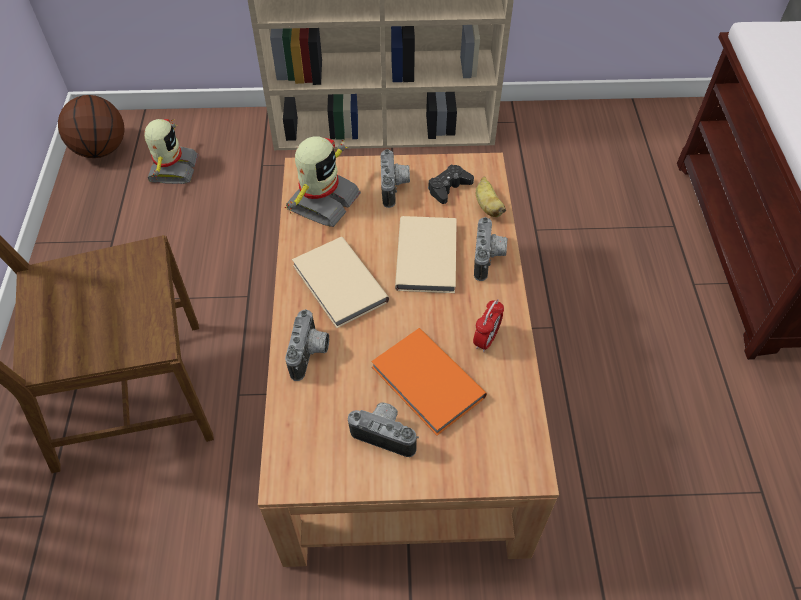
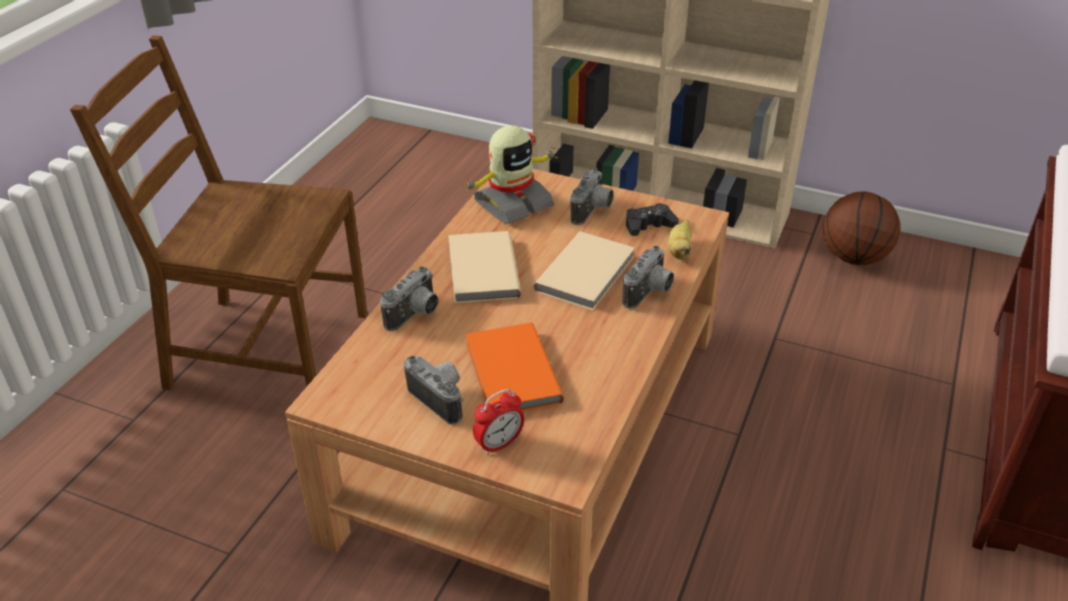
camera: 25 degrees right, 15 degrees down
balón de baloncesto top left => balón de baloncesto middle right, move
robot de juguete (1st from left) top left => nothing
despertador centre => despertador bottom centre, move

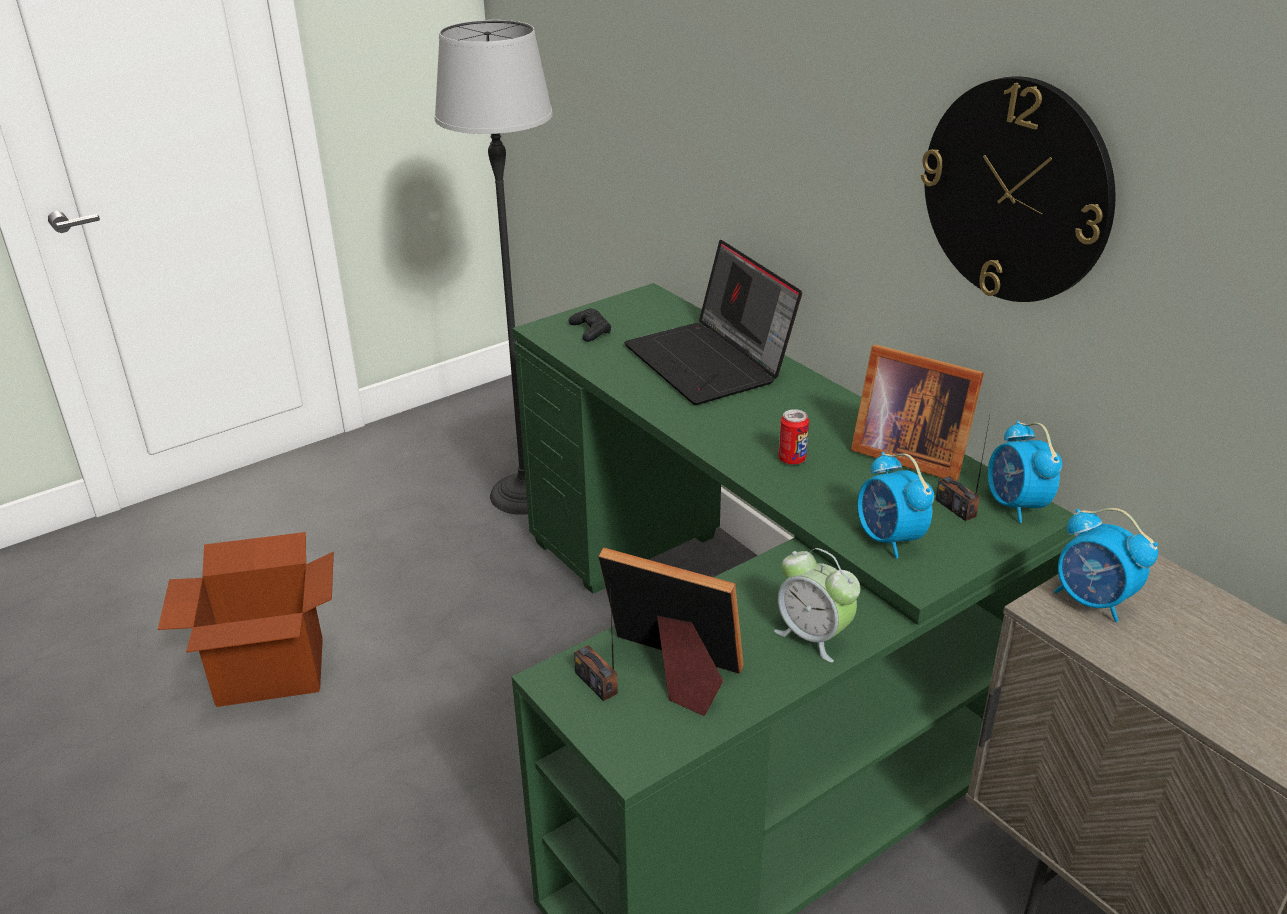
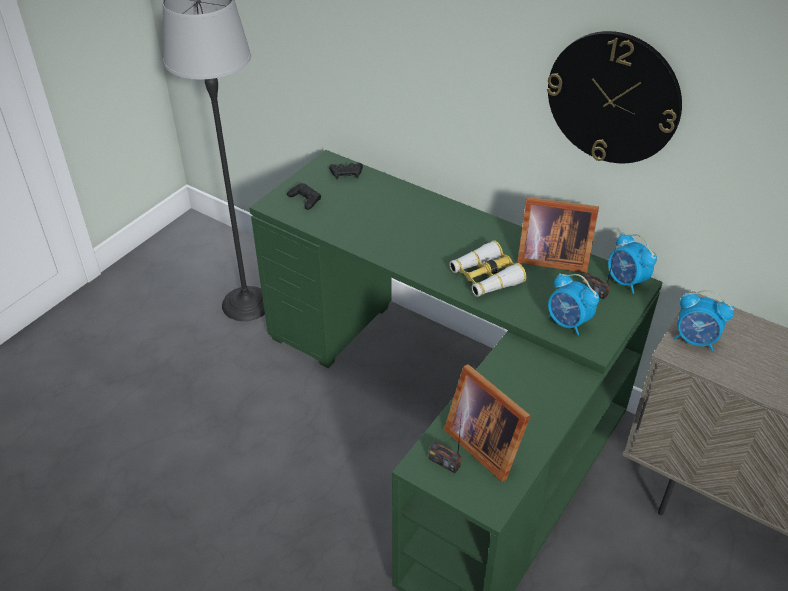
camera: 20 degrees left, 10 degrees up
portátil centre => nothing
lata centre => prismáticos centre
caja de cartón bottom left => nothing
portarretratos (1st from left) bottom centre, 135 degrees counterclockwise
despertador (1st from left) centre => nothing
nothing => mando de consola/negro (2nd from left) top centre

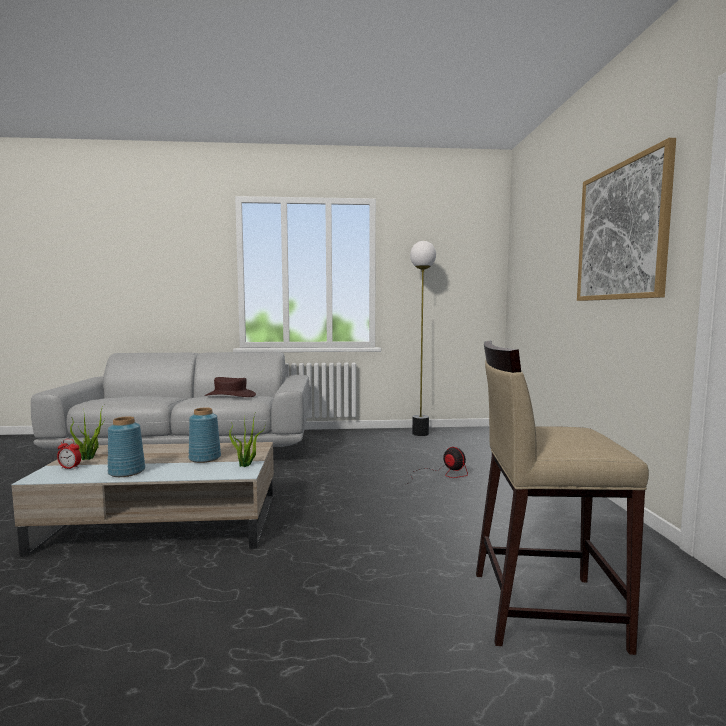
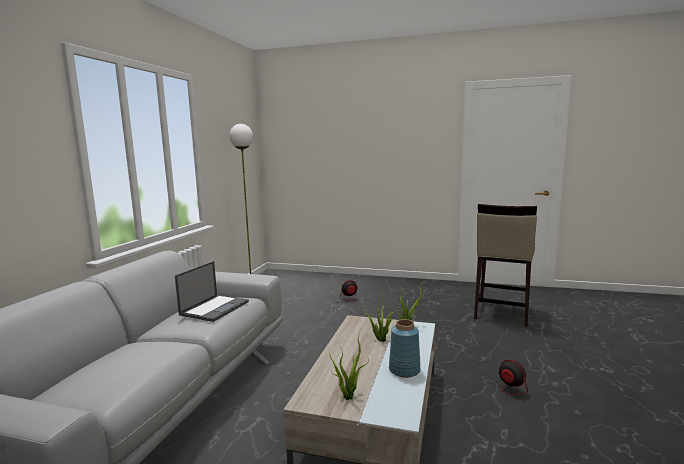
camera: 70 degrees left, 5 degrees up
cuadro top right => nothing
sombrero/marrón middle left => portátil middle left
florero/azul (2nd from left) middle left => planta en maceta (2nd from left) bottom centre
despertador middle left => nothing
nothing => ventilador (2nd from left) bottom right

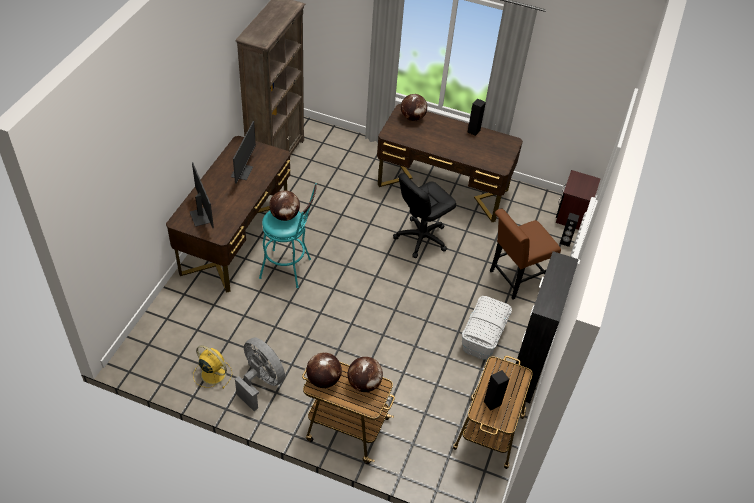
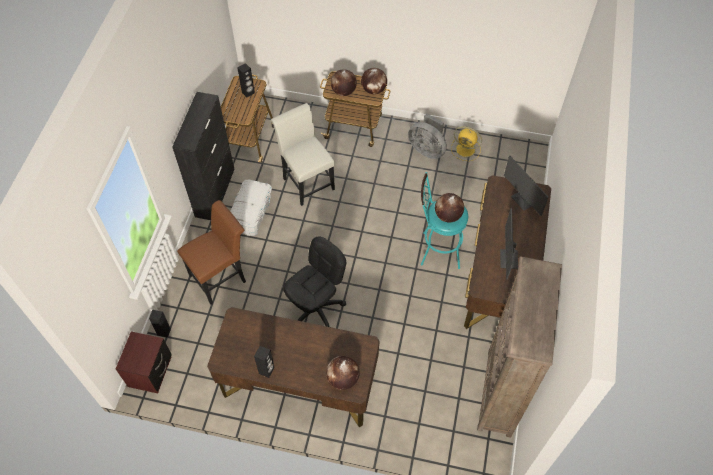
camera: 175 degrees right, 10 degrees up
nothing => silla/blanco top centre

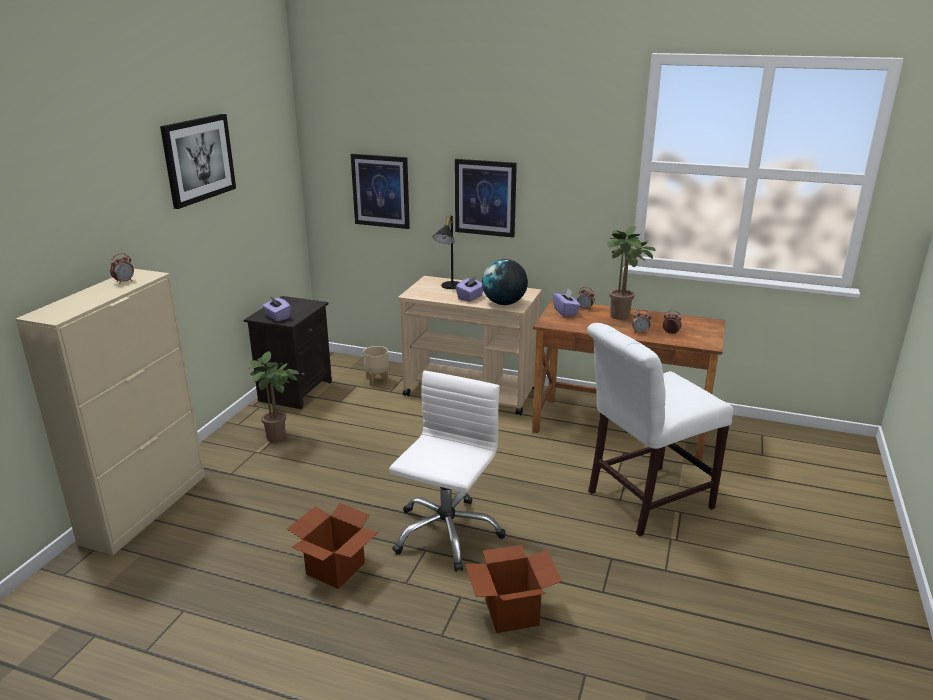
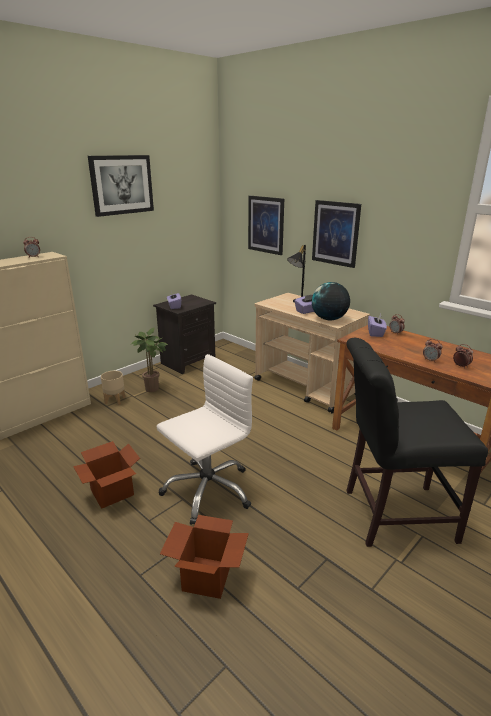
camera: 25 degrees right, 0 degrees up
planta en maceta (2nd from left) middle right => nothing
silla/blanco middle right => silla/negro middle right
maceta/beis centre => maceta/beis middle left, move

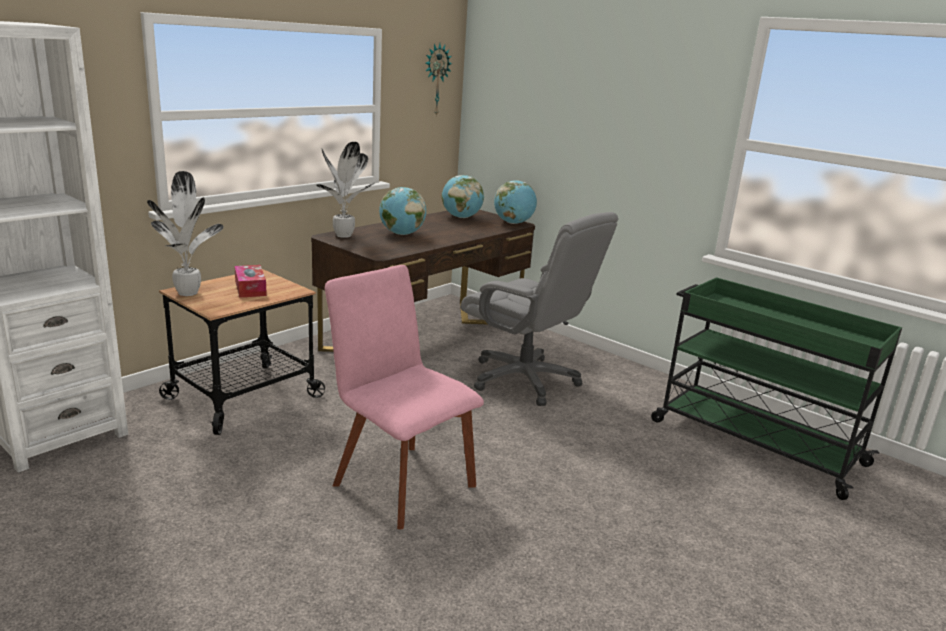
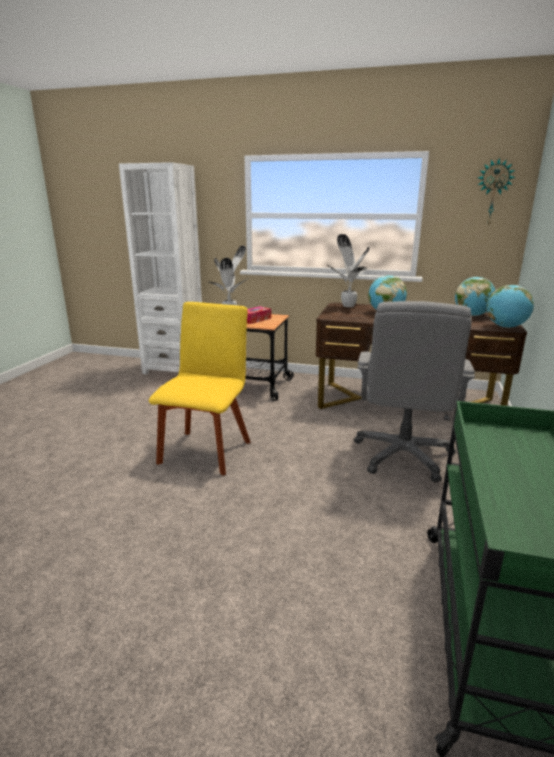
camera: 65 degrees right, 0 degrees up
silla/rosa centre => silla/amarillo centre

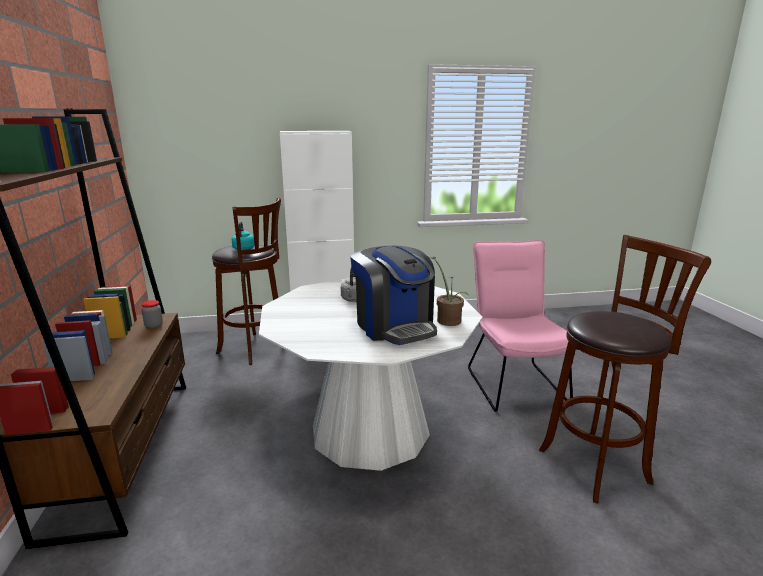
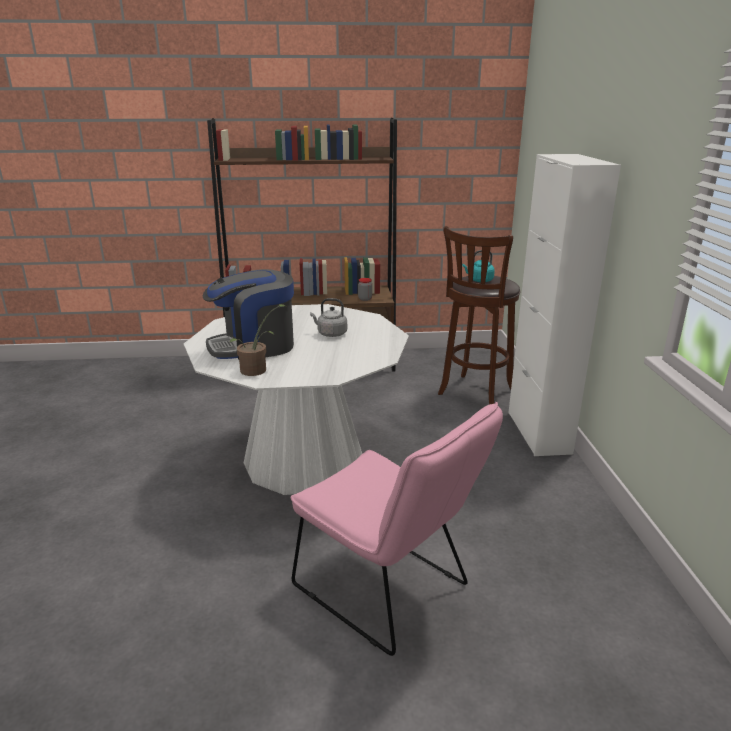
camera: 95 degrees right, 5 degrees up
taburete/marrón (2nd from left) middle right => nothing
silla/rosa middle right => silla/rosa bottom centre, 45 degrees clockwise

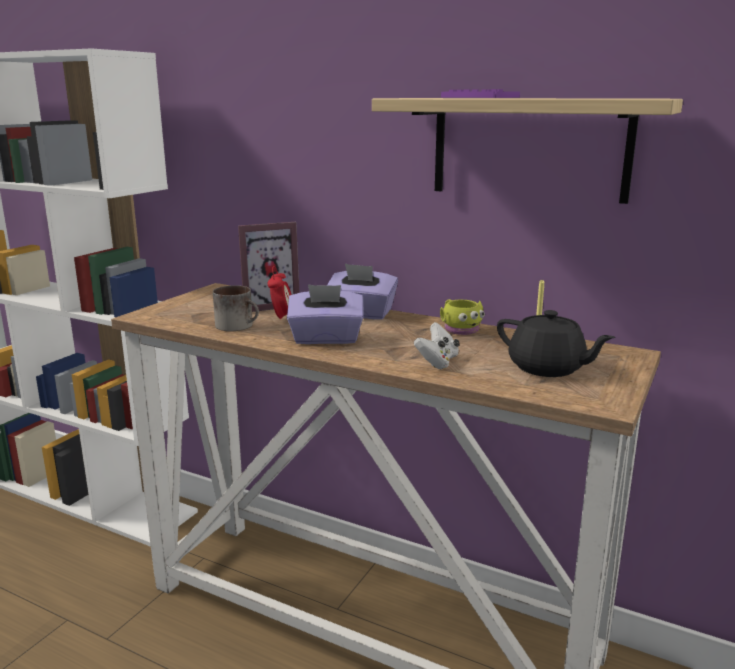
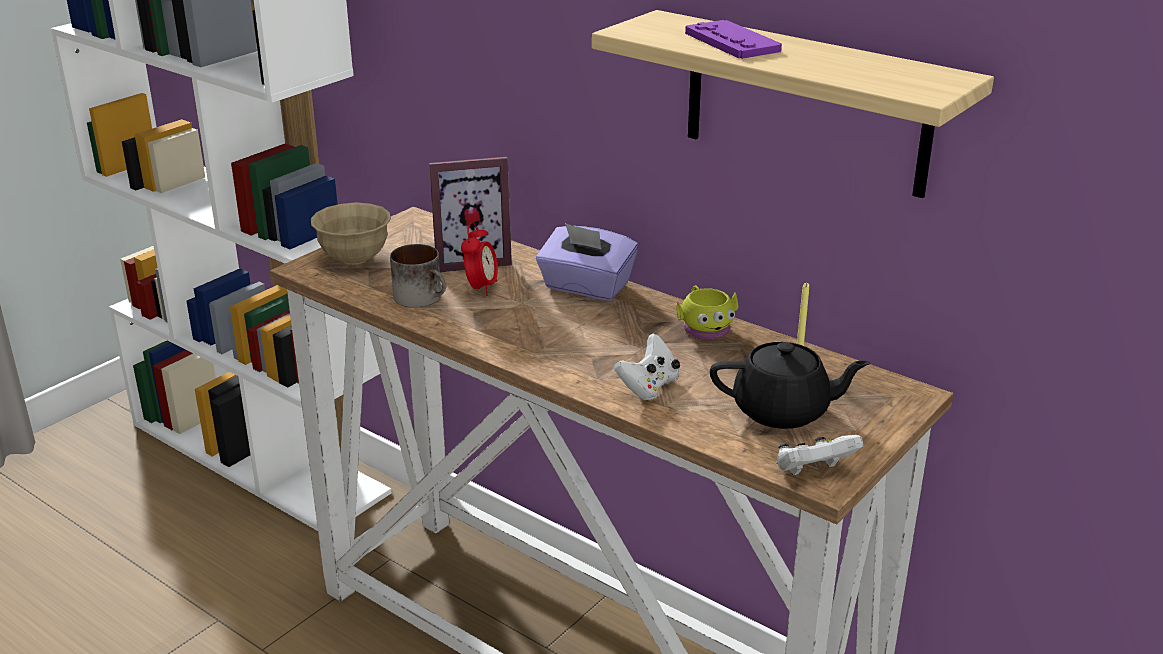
camera: 10 degrees right, 10 degrees up
caja de pañuelos/morado (1st from left) centre => nothing
tetera/negro middle right, 45 degrees counterclockwise
nothing => cuenco/beis middle left
nothing => mando de consola/blanco (2nd from left) bottom right

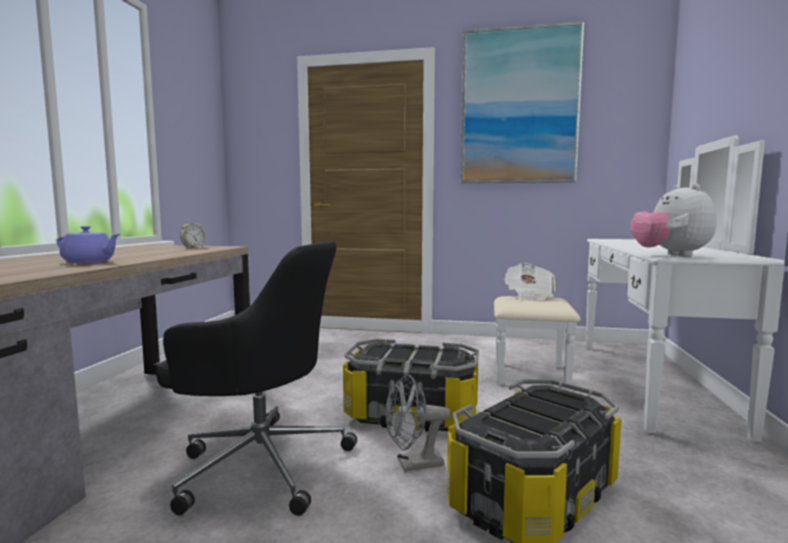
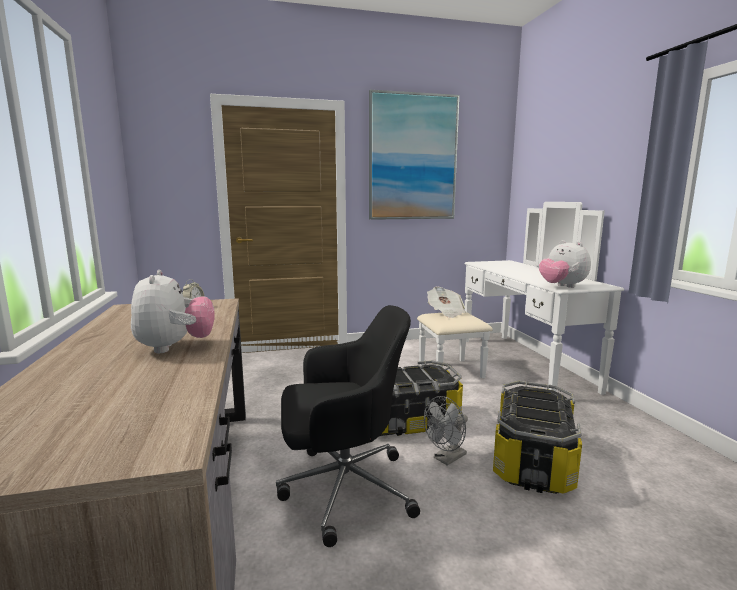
camera: 25 degrees left, 5 degrees up
tetera/morado middle left => peluche (1st from left) middle left

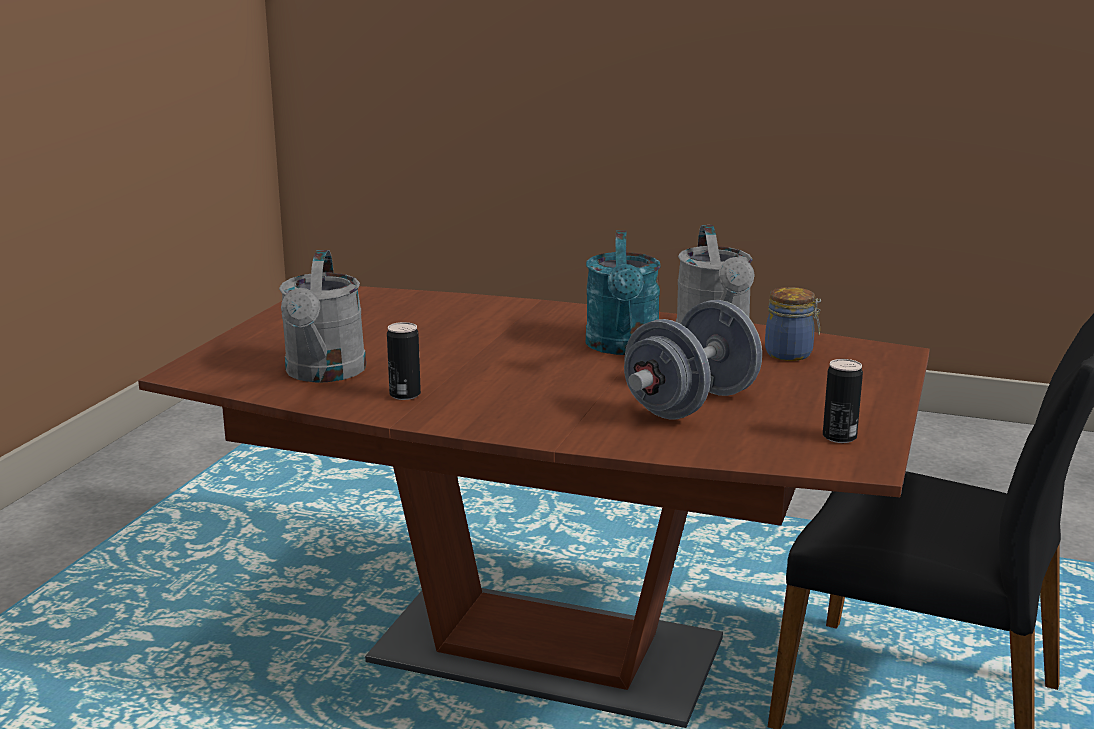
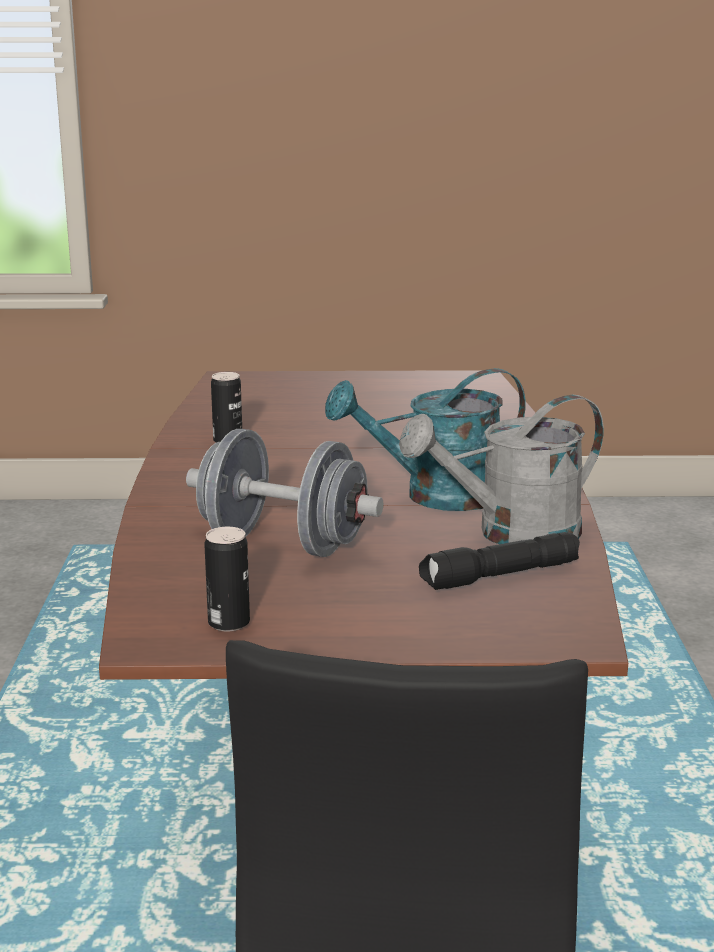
camera: 70 degrees right, 0 degrees up
regadera/gris (1st from left) middle left => nothing
tarro middle right => linterna/negro middle right

